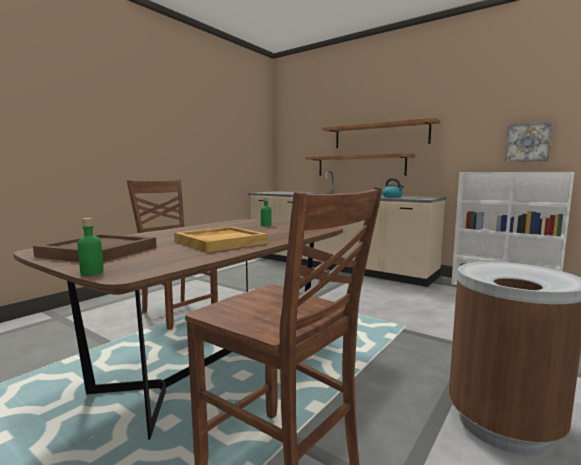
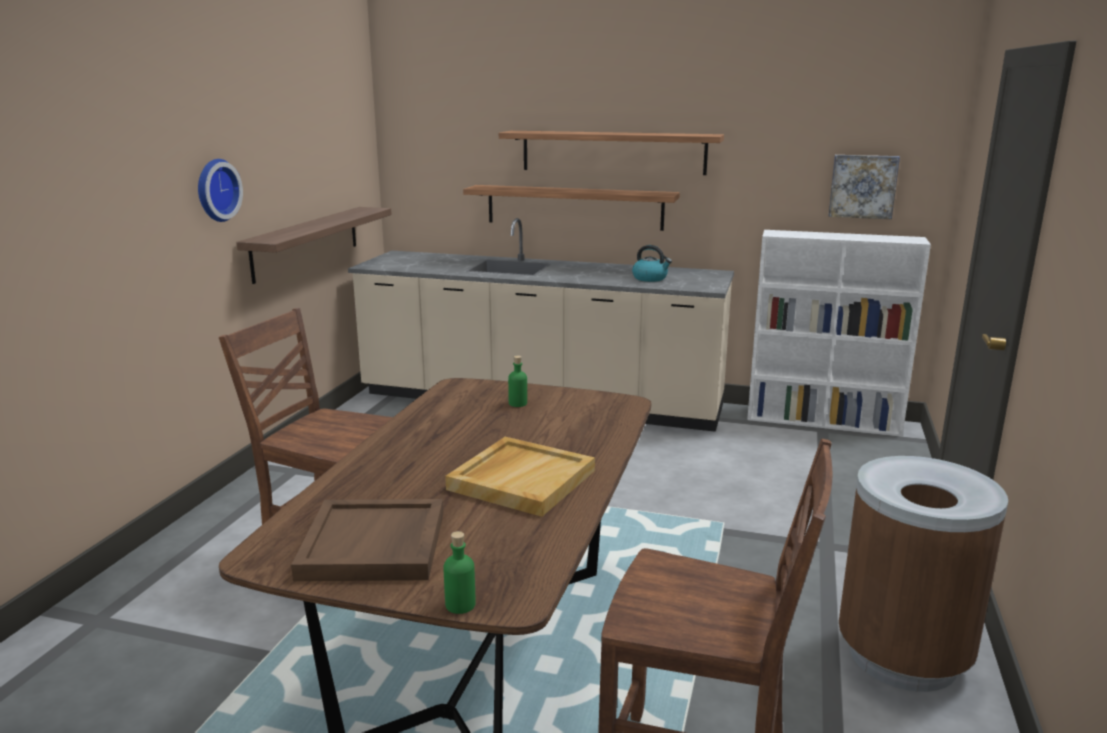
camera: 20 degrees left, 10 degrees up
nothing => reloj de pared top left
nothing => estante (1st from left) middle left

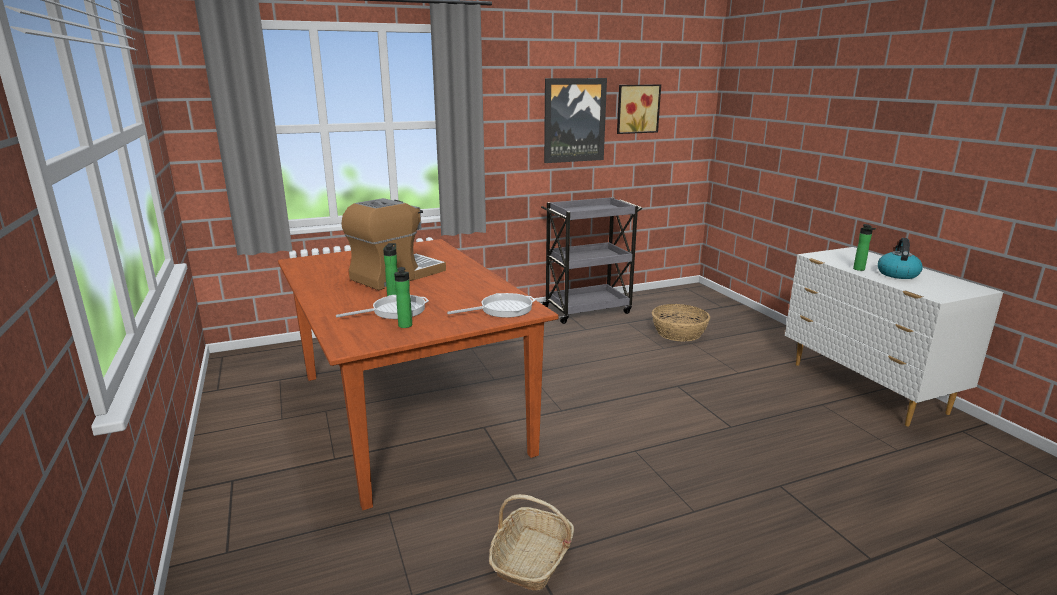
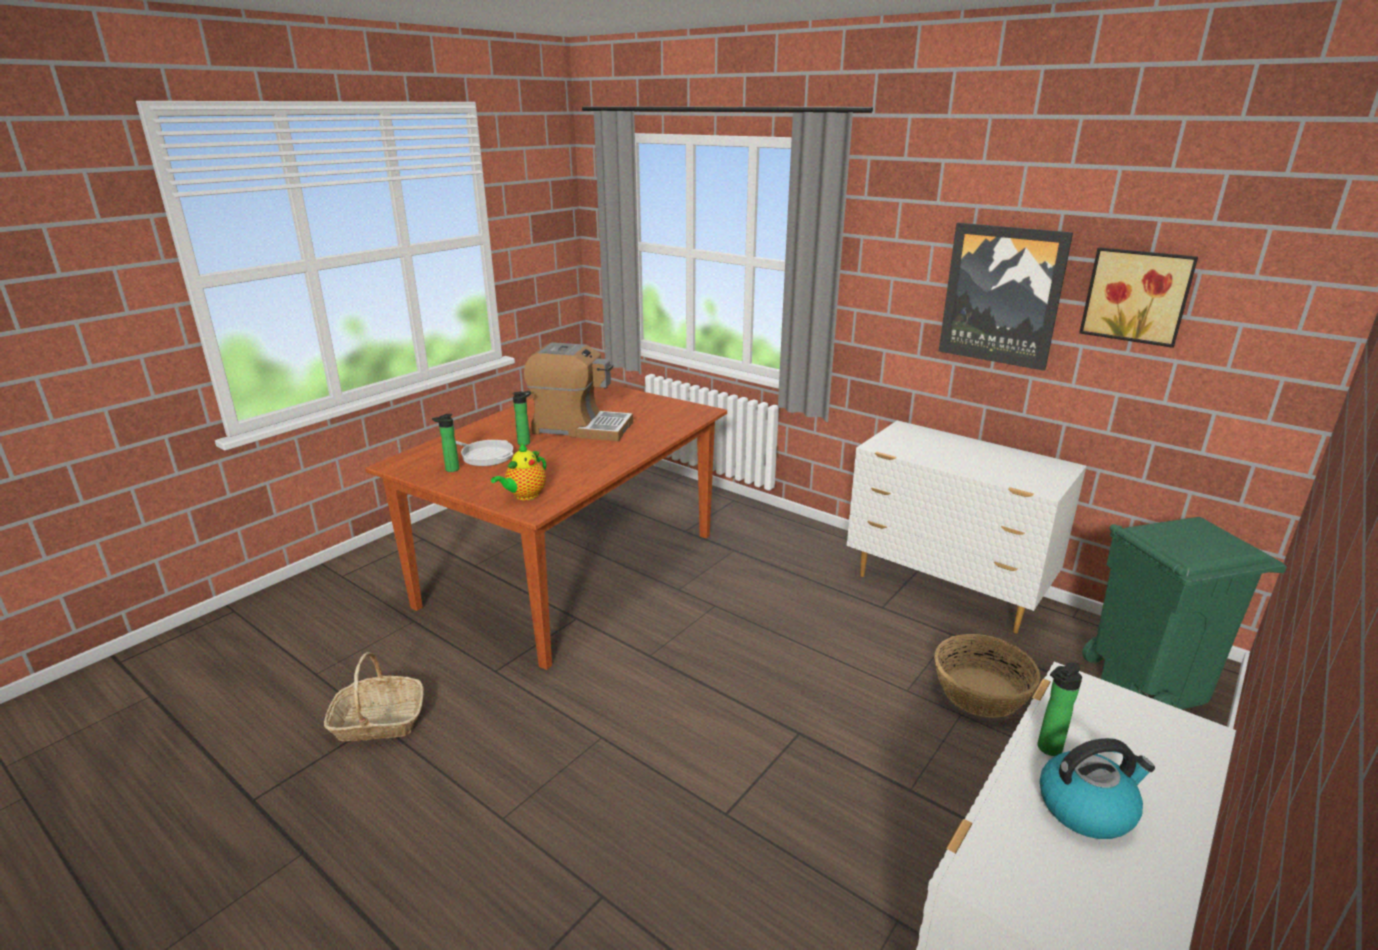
camera: 60 degrees right, 5 degrees up
carrito/gris centre => cómoda/blanco (1st from left) middle right
sartén (2nd from left) centre => tetera centre
nothing => papelera/verde middle right

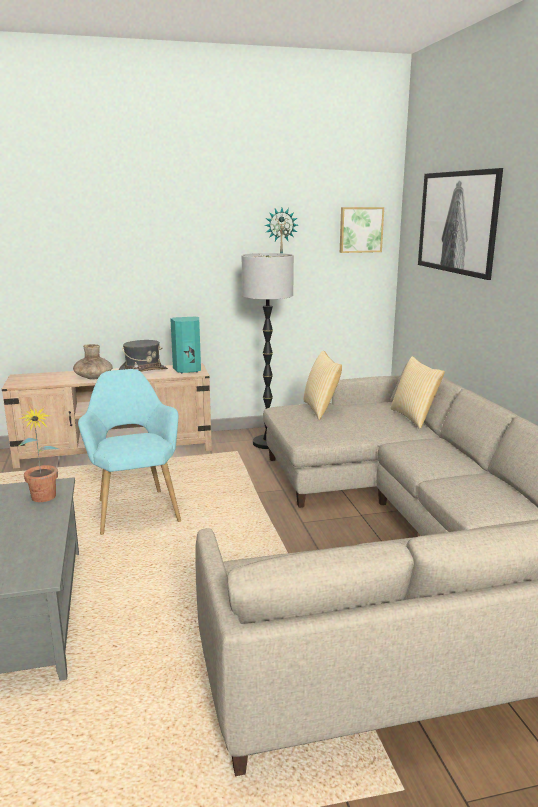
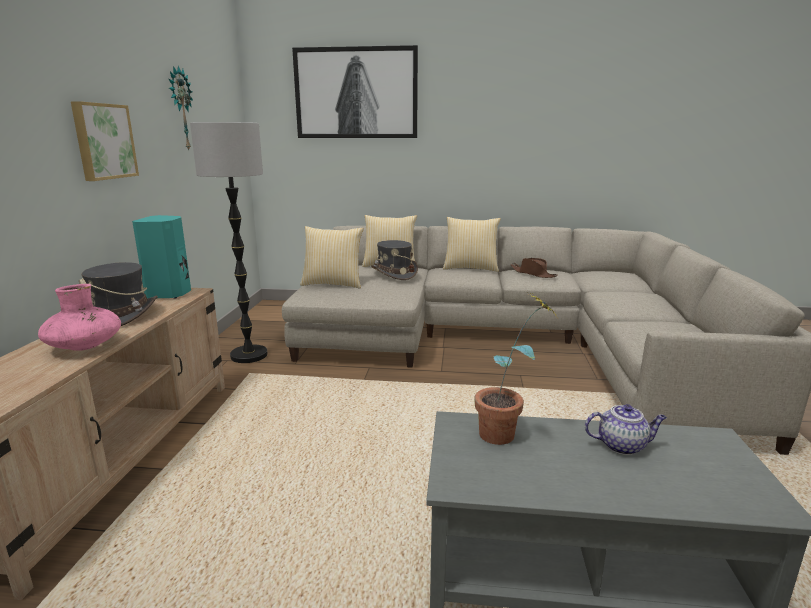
camera: 70 degrees left, 0 degrees up
cuadro (1st from left) top right => cuadro (1st from left) top left, move
florero/marrón middle left => florero/rosa middle left
sillón/turquesa middle left => nothing
nothing => cojín (3rd from left) centre
nothing => sombrero/gris (2nd from left) centre
nothing => sombrero/marrón centre
nothing => tetera bottom right

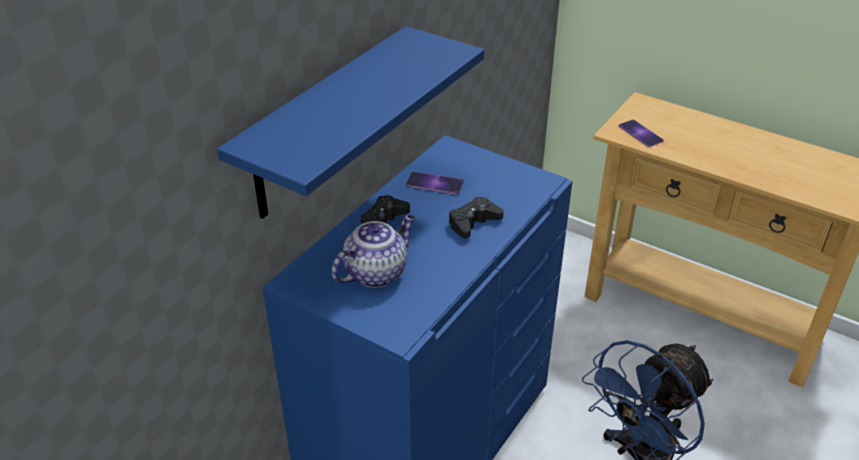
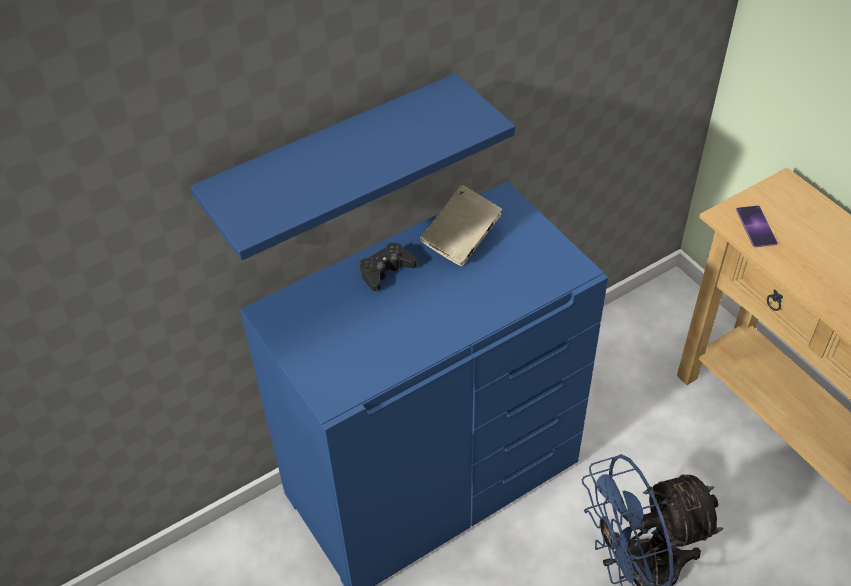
camera: 25 degrees right, 10 degrees up
móvil (1st from left) centre => libro/beis centre
mando de consola/negro (2nd from left) centre => nothing
tetera centre => nothing

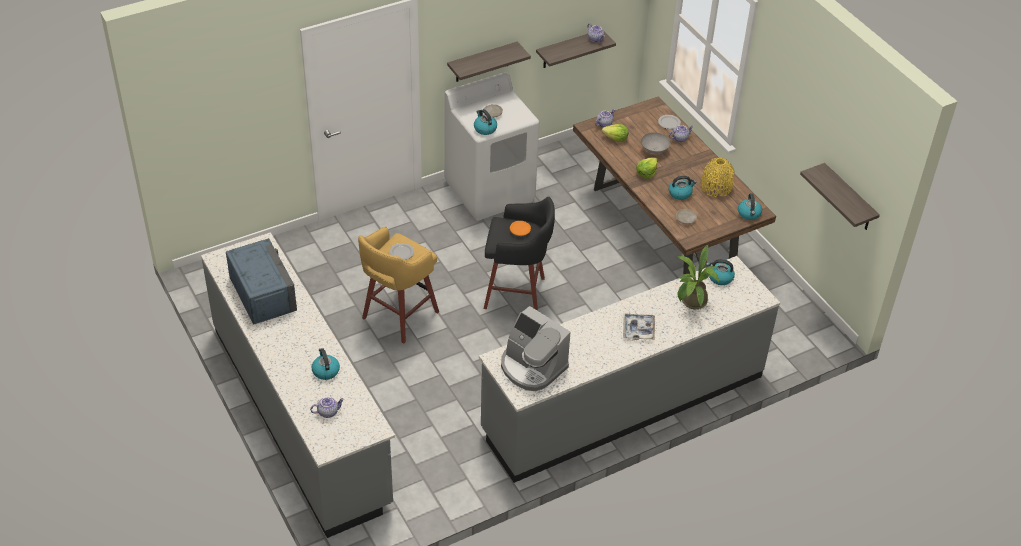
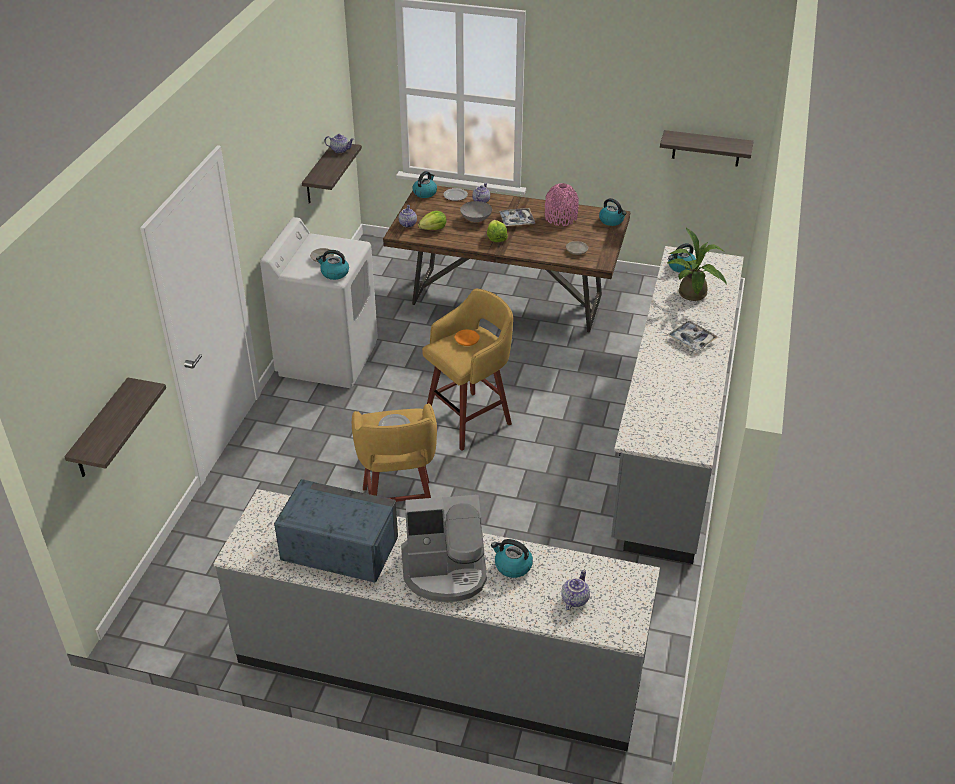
camera: 45 degrees left, 5 degrees down
estante (1st from left) top centre => estante (1st from left) middle left, move
florero/amarillo top right => florero/rosa top centre
hervidor (3rd from left in the first image) middle right => hervidor (2nd from left) top centre, move
taburete/negro centre => taburete/amarillo (2nd from left) centre
cafetera centre => cafetera bottom centre, move
nothing => bandeja (1st from left) top centre

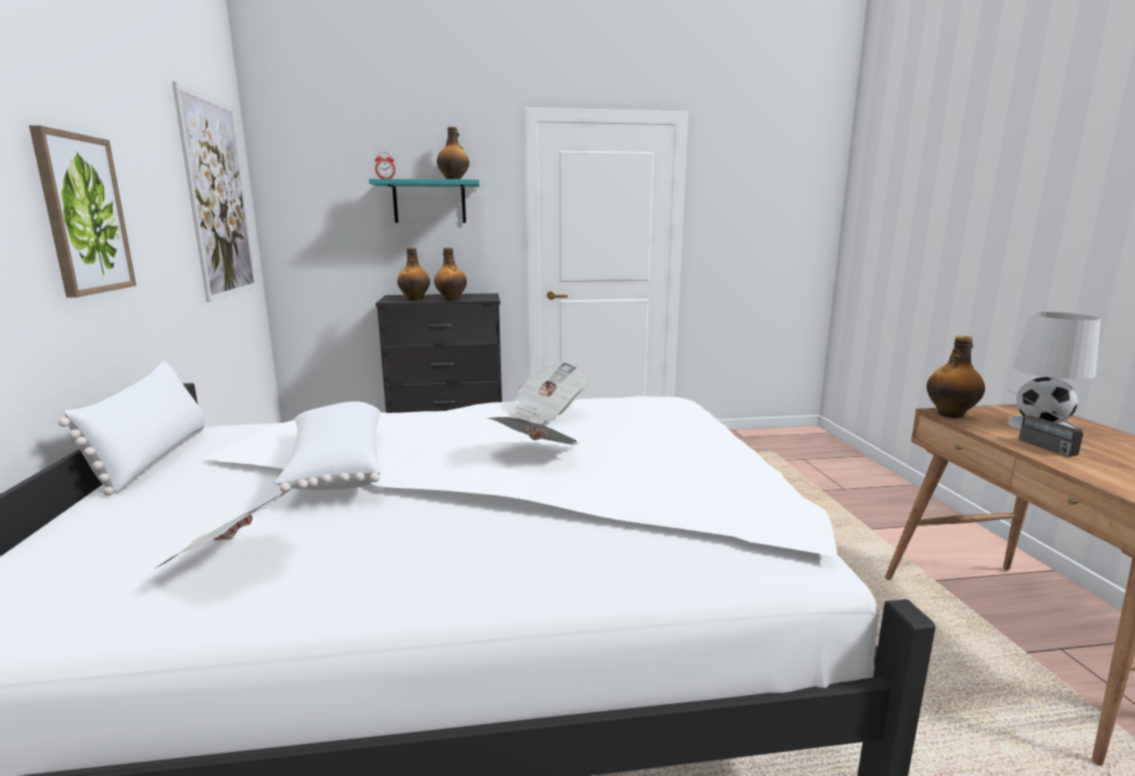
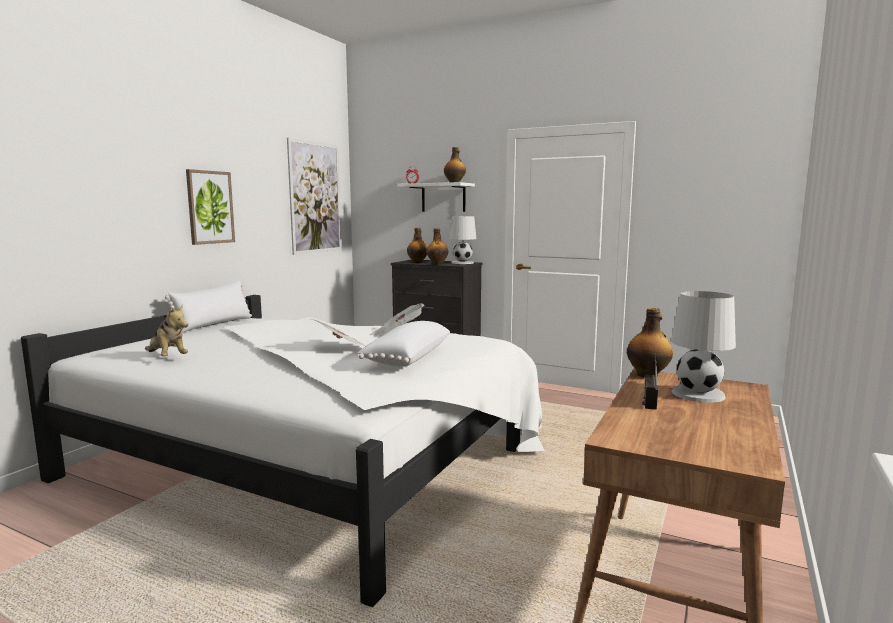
camera: 35 degrees right, 5 degrees down
estante/turquesa top centre => estante/blanco top centre
cojín/blanco (2nd from left) middle left => cojín/blanco (2nd from left) centre, move
periódico (1st from left) bottom left => peluche middle left
nothing => lámpara de mesa/blanco (1st from left) centre

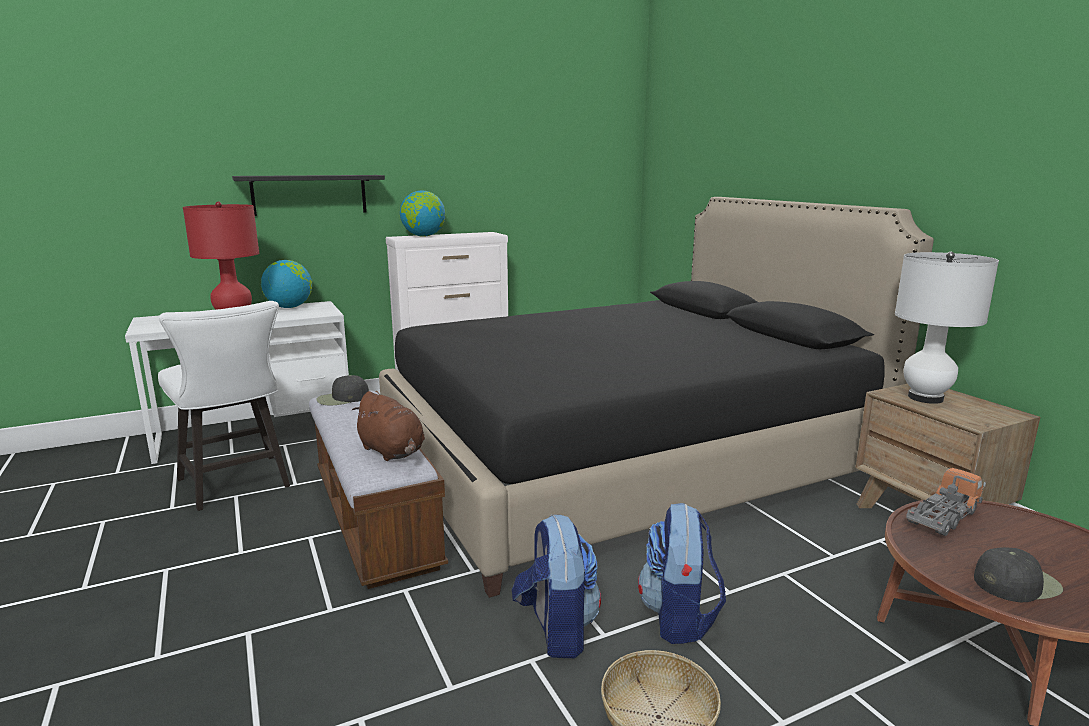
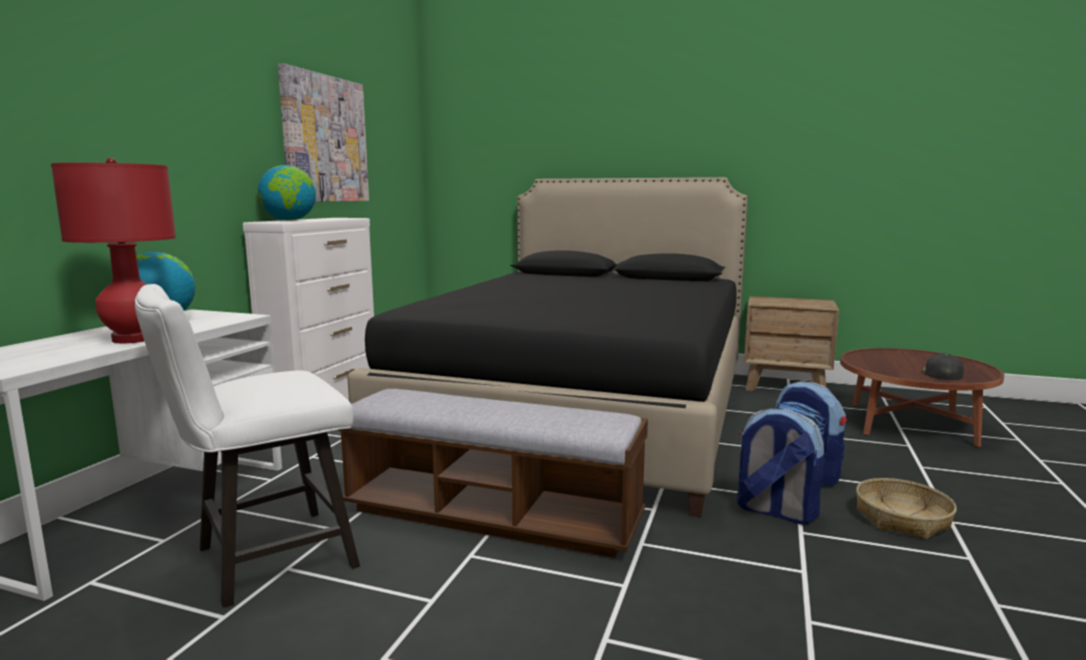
camera: 45 degrees left, 5 degrees down
estante/negro top left => nothing
lámpara de mesa/blanco middle right => nothing
silla/blanco middle left => silla/blanco bottom left, 135 degrees clockwise
gorra/negro (1st from left) middle left => nothing
peluche/marrón centre => nothing
camión de juguete bottom right => nothing
nothing => cuadro top left

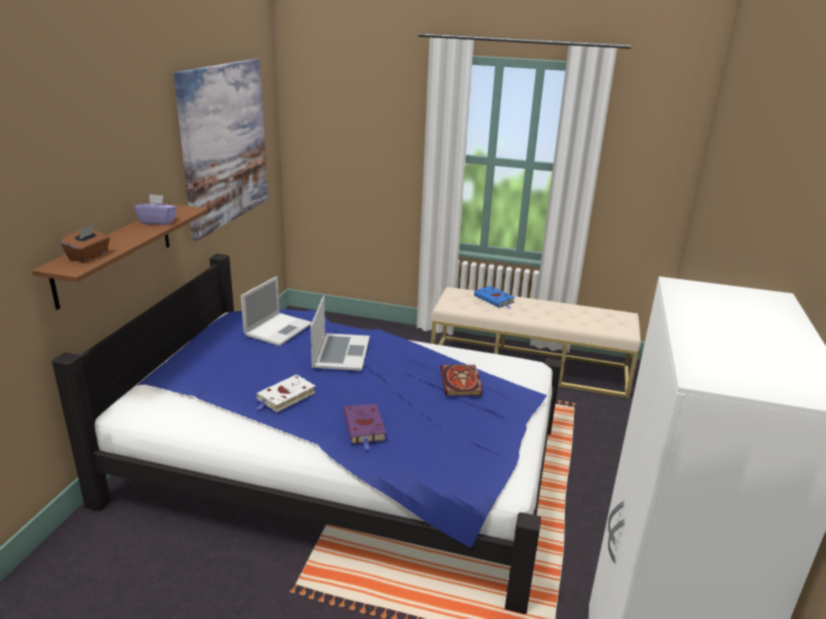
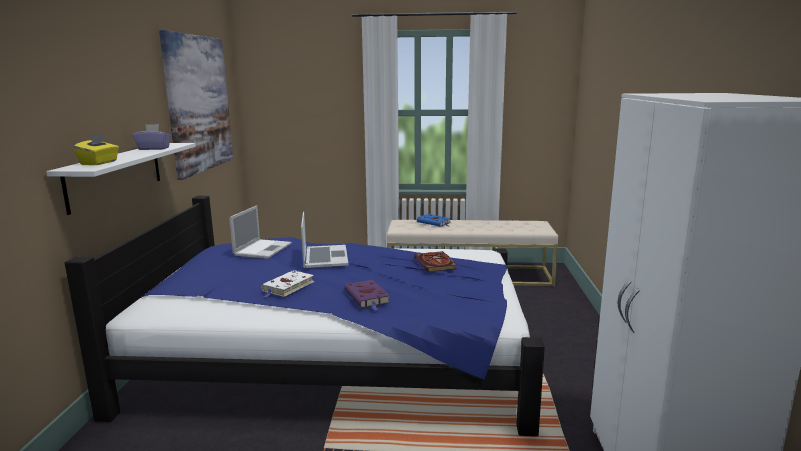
camera: 10 degrees left, 10 degrees down
estante/marrón middle left => estante/blanco middle left
caja de pañuelos/marrón middle left => caja de pañuelos/amarillo top left

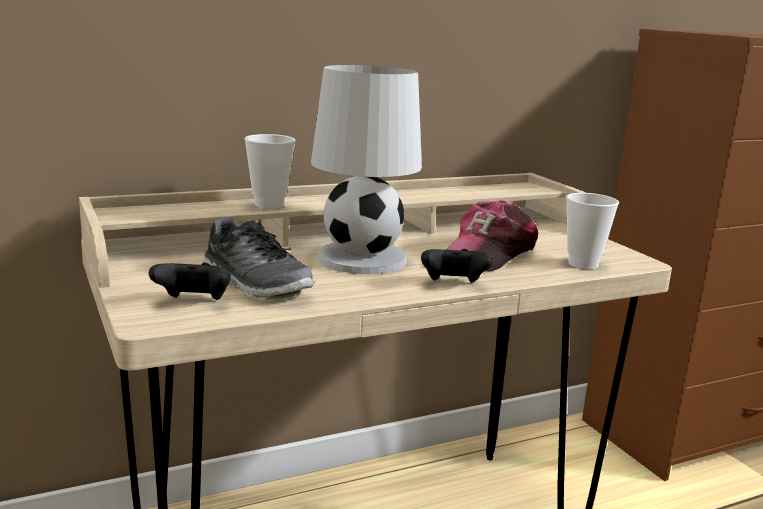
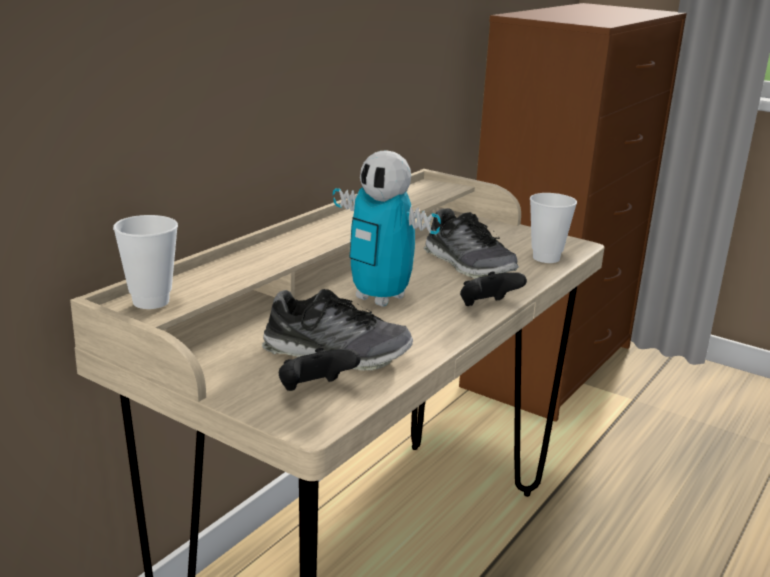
camera: 30 degrees left, 5 degrees up
lámpara de mesa/blanco top centre => robot de juguete centre
taza (1st from left) centre => taza (1st from left) middle left, move
gorra centre => zapato (2nd from left) centre

